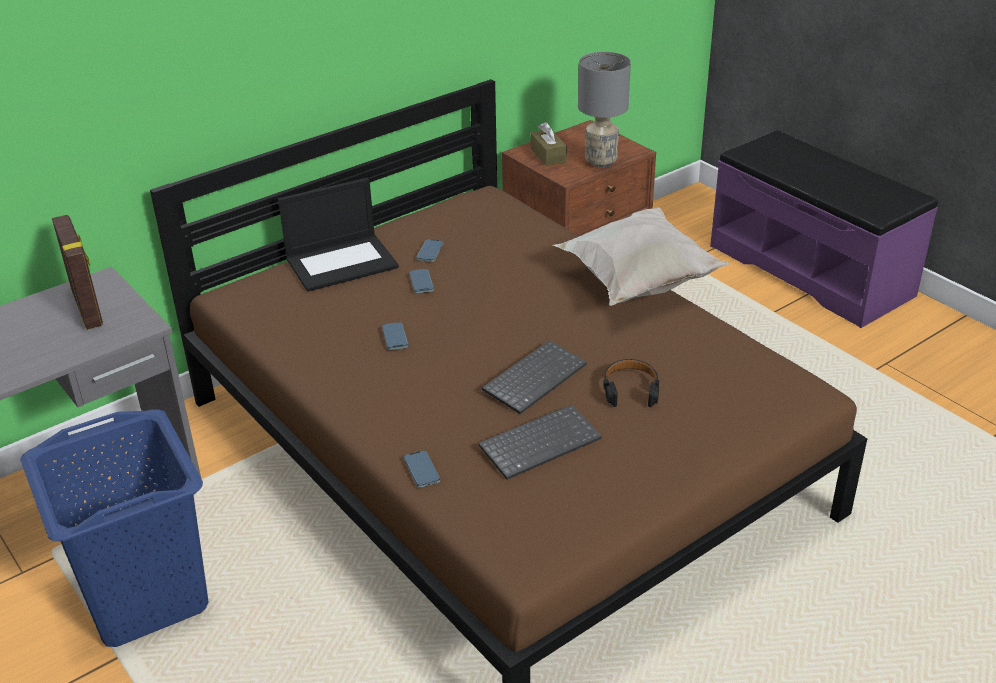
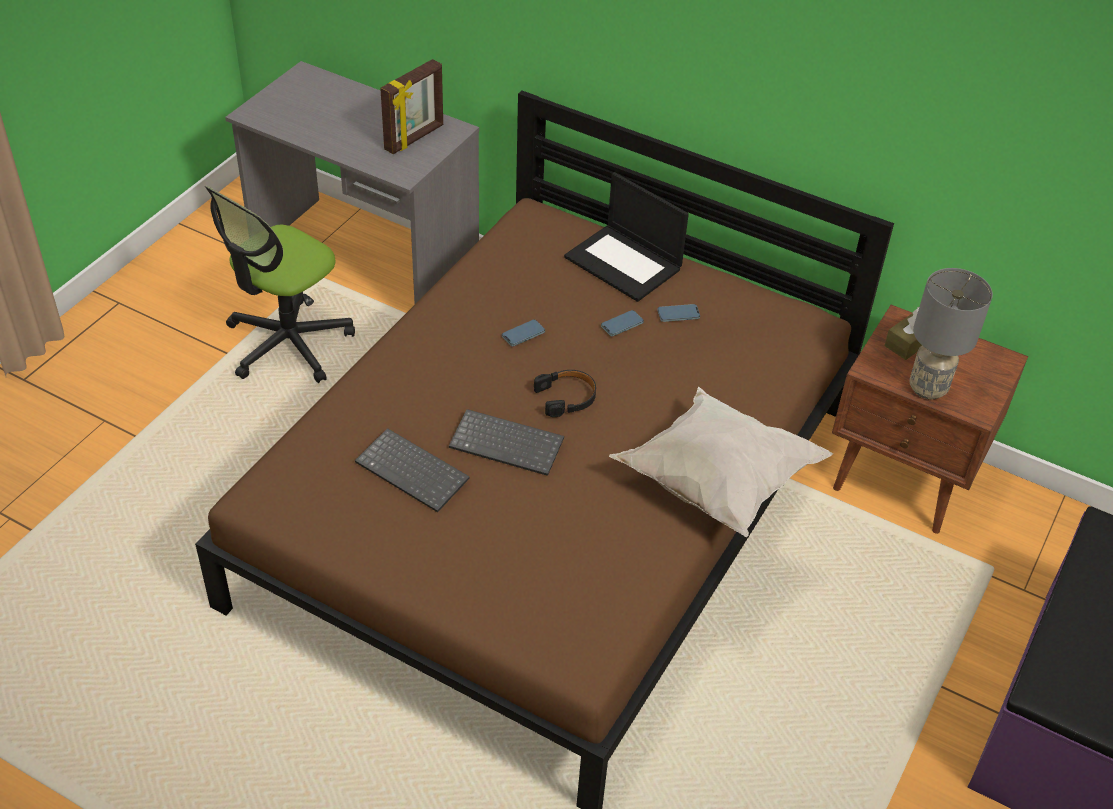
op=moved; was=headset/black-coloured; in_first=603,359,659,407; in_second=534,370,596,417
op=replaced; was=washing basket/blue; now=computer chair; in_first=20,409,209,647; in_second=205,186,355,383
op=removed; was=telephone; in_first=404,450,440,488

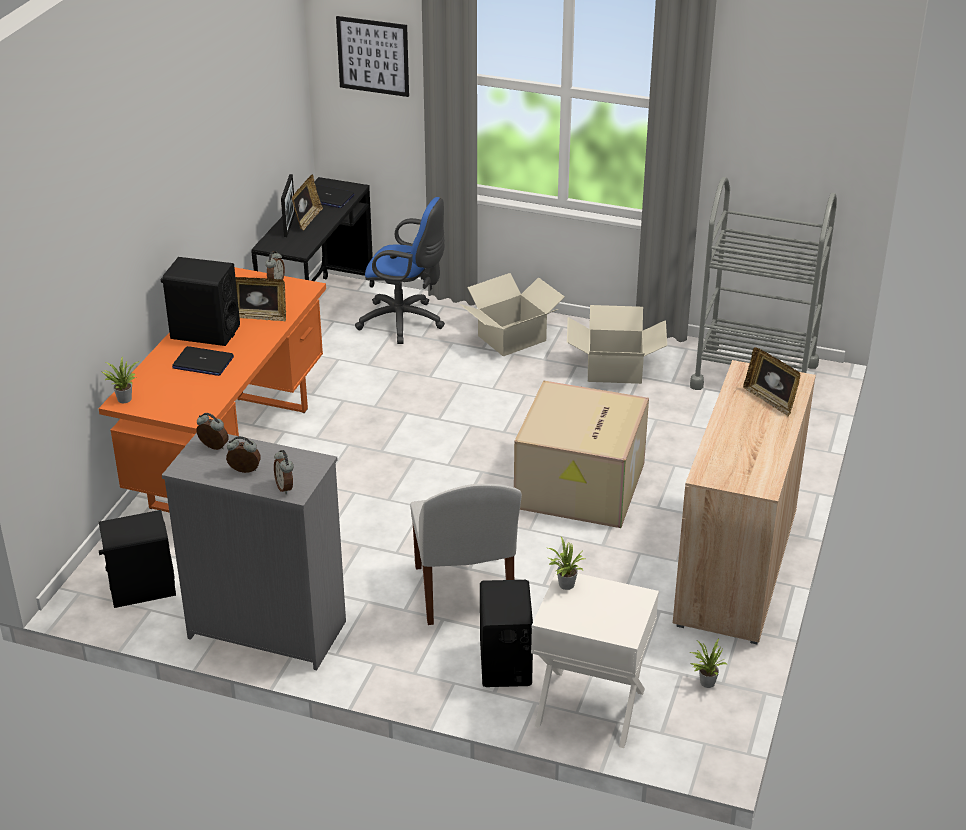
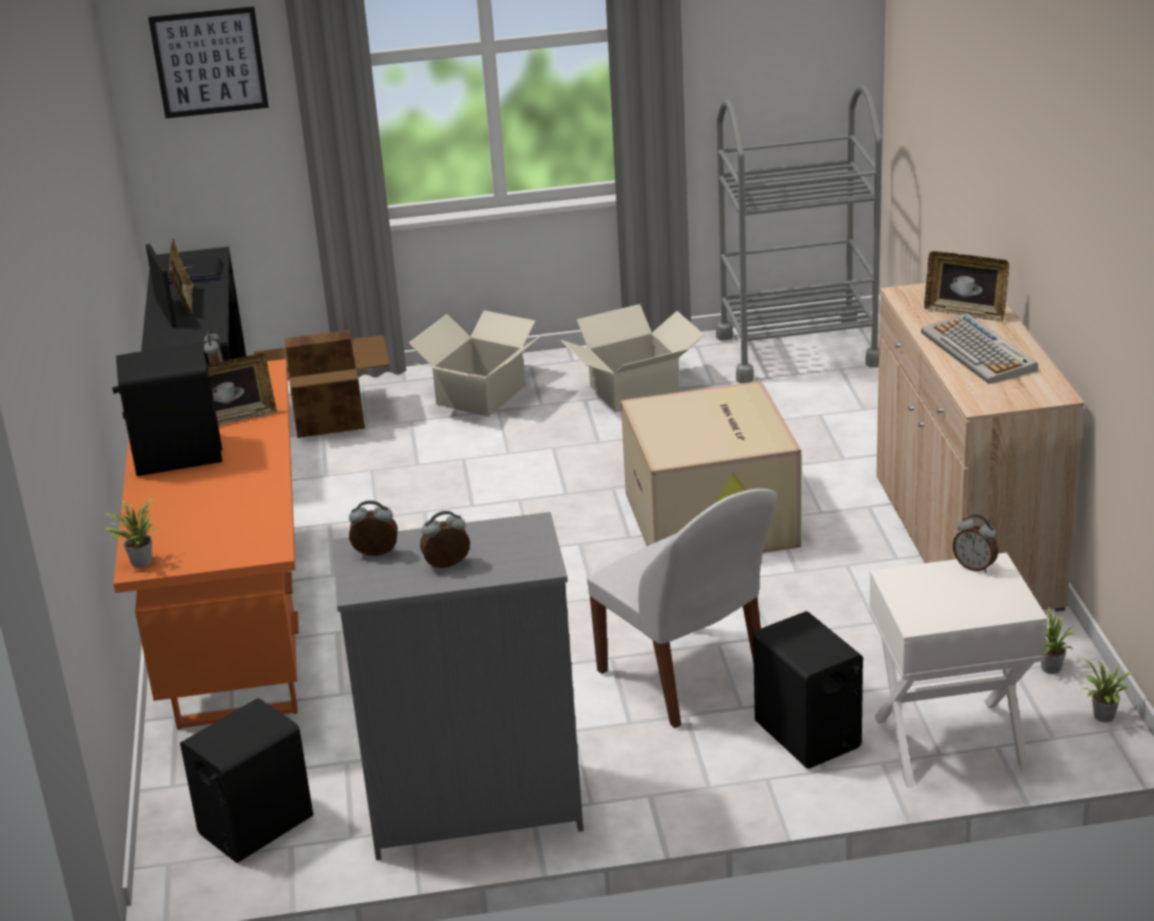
op=replaced; was=computer chair/blue; now=packing box; in_first=355,197,445,344; in_second=254,330,390,438
op=removed; was=notebook computer; in_first=172,346,234,376
op=moved; was=alarm clock; in_first=274,450,293,494; in_second=953,514,998,573
op=moved; was=houseplant; in_first=548,537,585,590; in_second=1081,658,1134,722
op=added; now=PC keyboard; in_second=921,313,1038,384

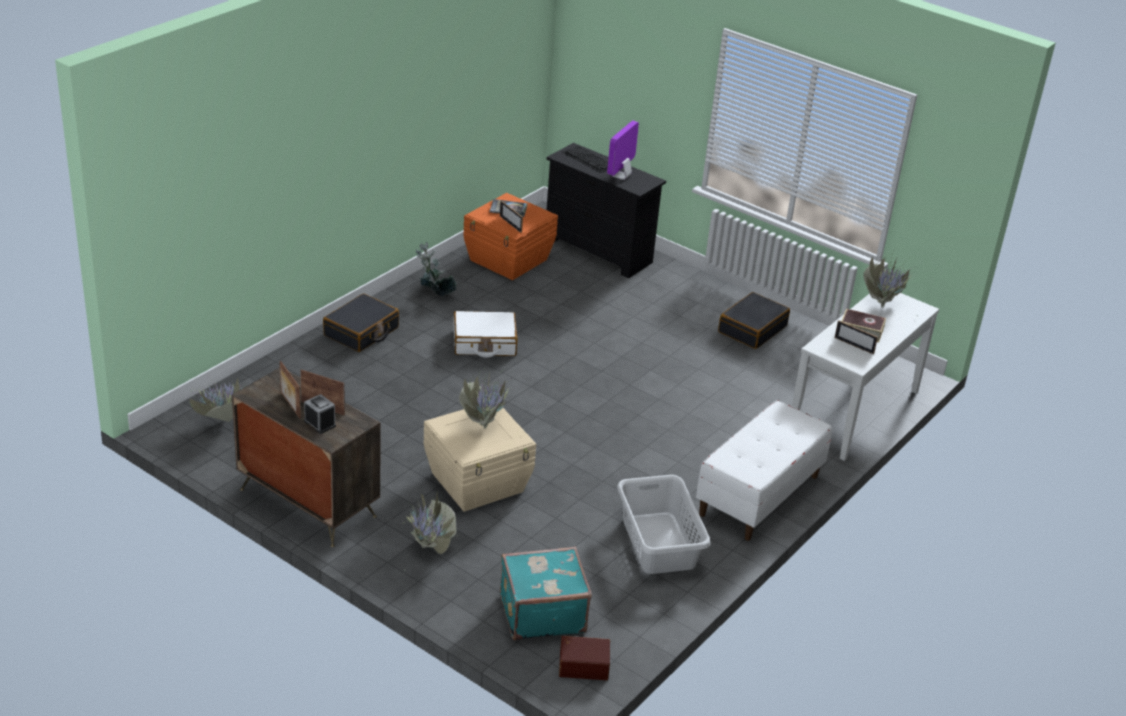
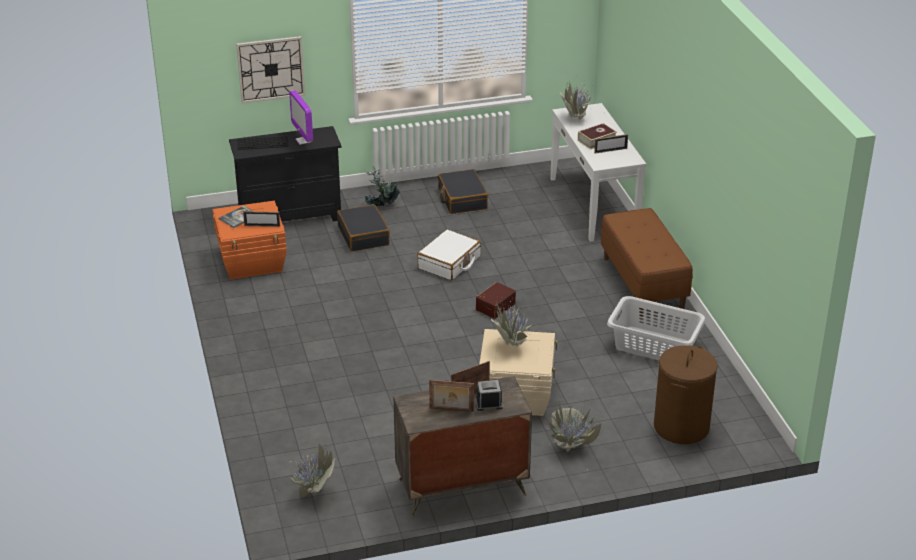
op=moved; was=houseplant; in_first=415,242,456,296; in_second=363,166,400,206
op=moved; was=travel case/black-coloured; in_first=323,293,399,352; in_second=337,204,390,251
op=moved; was=travel case/white-coloured; in_first=454,311,518,357; in_second=417,229,481,280
op=recoloured; was=bench/white-coloured; now=bench/brown; in_first=696,400,832,541; in_second=601,208,693,316
op=replaced; was=travel case/turquoise; now=washing basket/brown; in_first=500,546,592,640; in_second=654,345,718,444
op=moved; was=storage bin/brown; in_first=559,636,610,680; in_second=476,282,516,319
op=added; now=clock on the wall; in_second=236,36,305,103

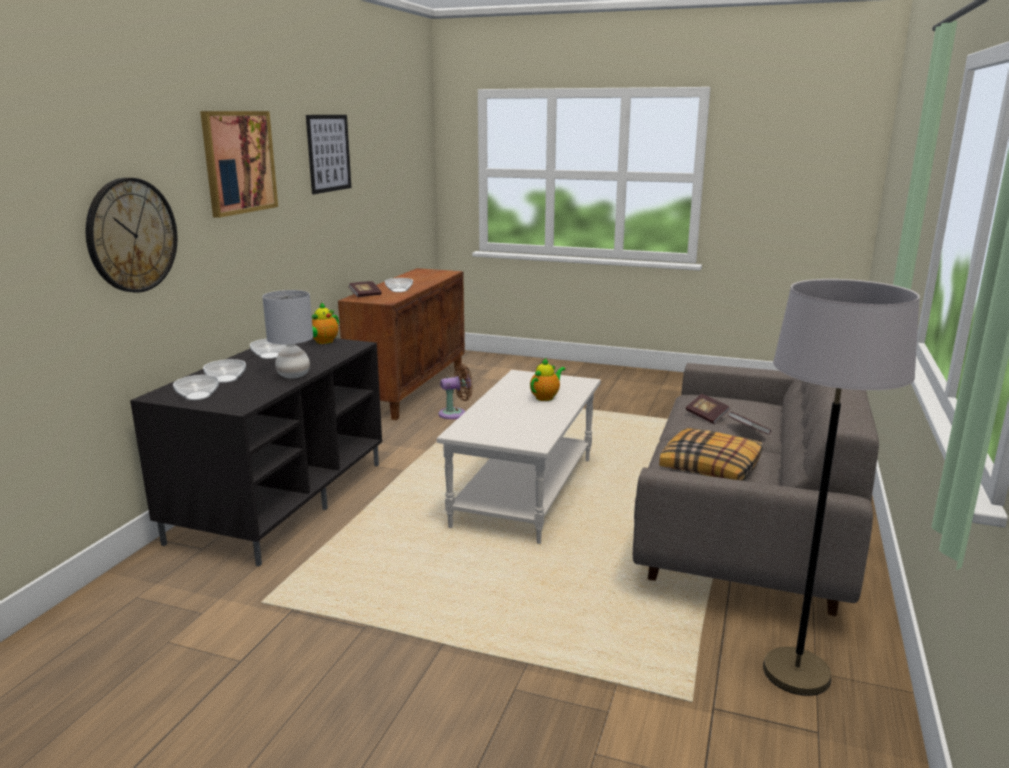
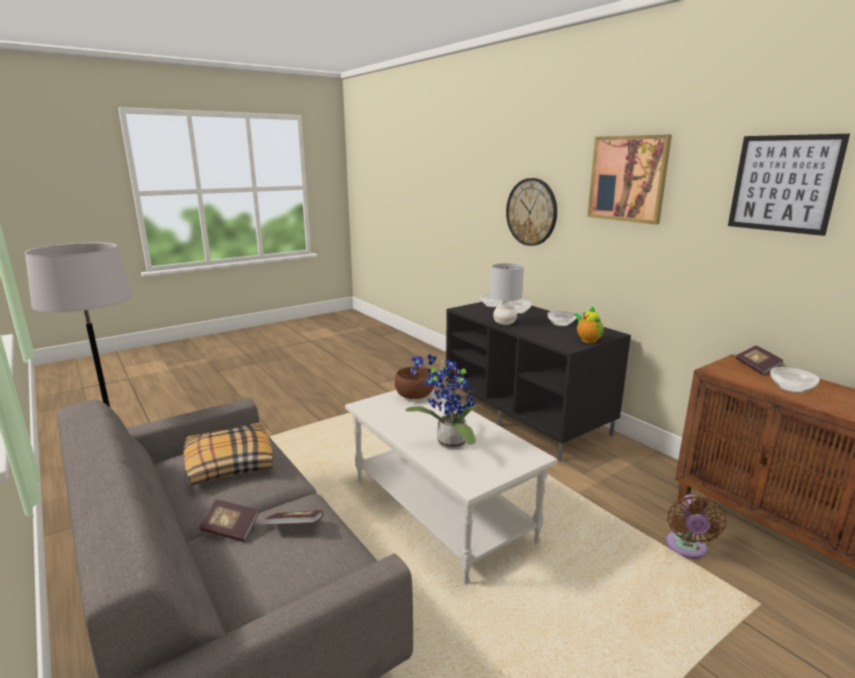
op=replaced; was=teapot; now=houseplant; in_first=530,358,565,401; in_second=405,354,476,449
op=added; now=serving bowl/brown; in_second=395,366,434,399

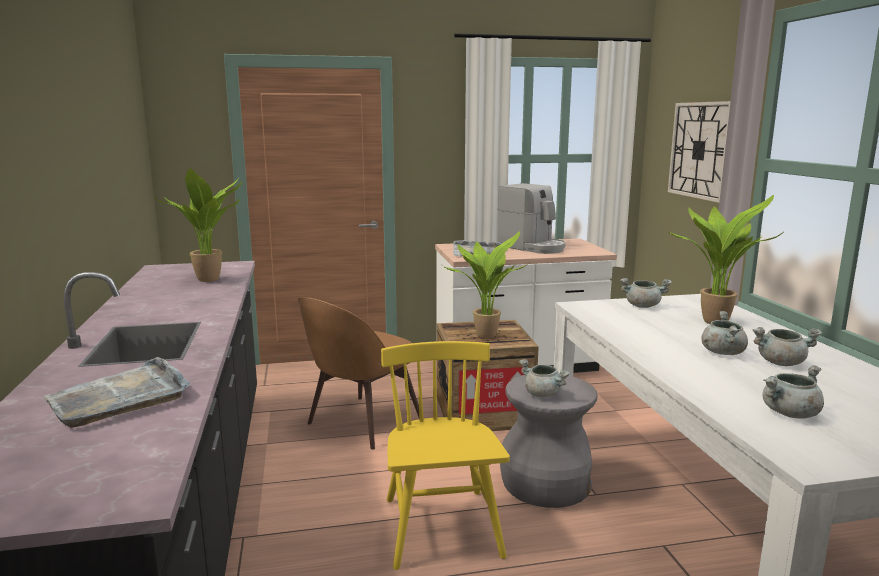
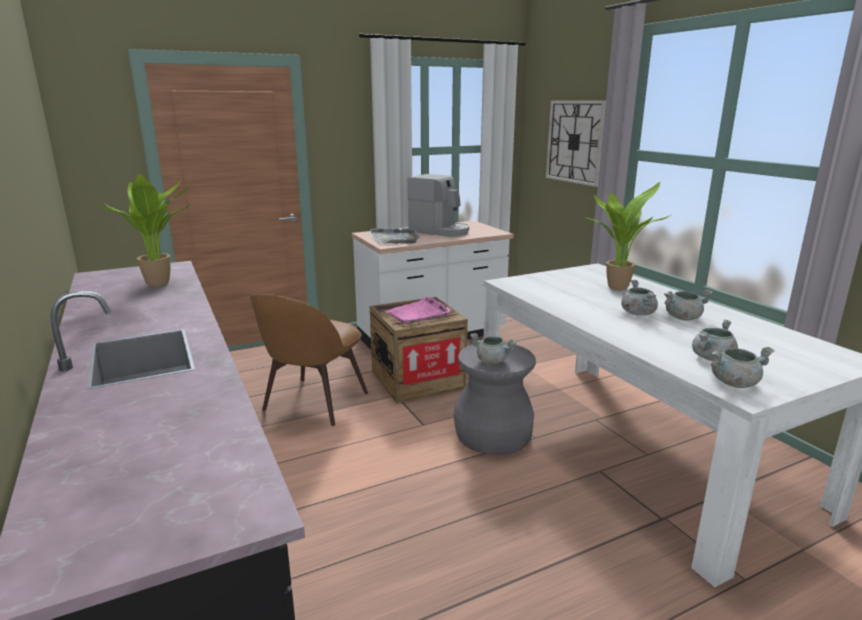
op=replaced; was=houseplant; now=carrying tray/pinkish; in_first=443,231,530,339; in_second=385,297,451,324
op=moved; was=cooking pot/gray; in_first=620,278,672,308; in_second=710,347,775,388
op=removed; was=plain chair/yellow-coloured; in_first=381,341,510,570
op=removed; was=carrying tray/gray; in_first=43,357,190,428

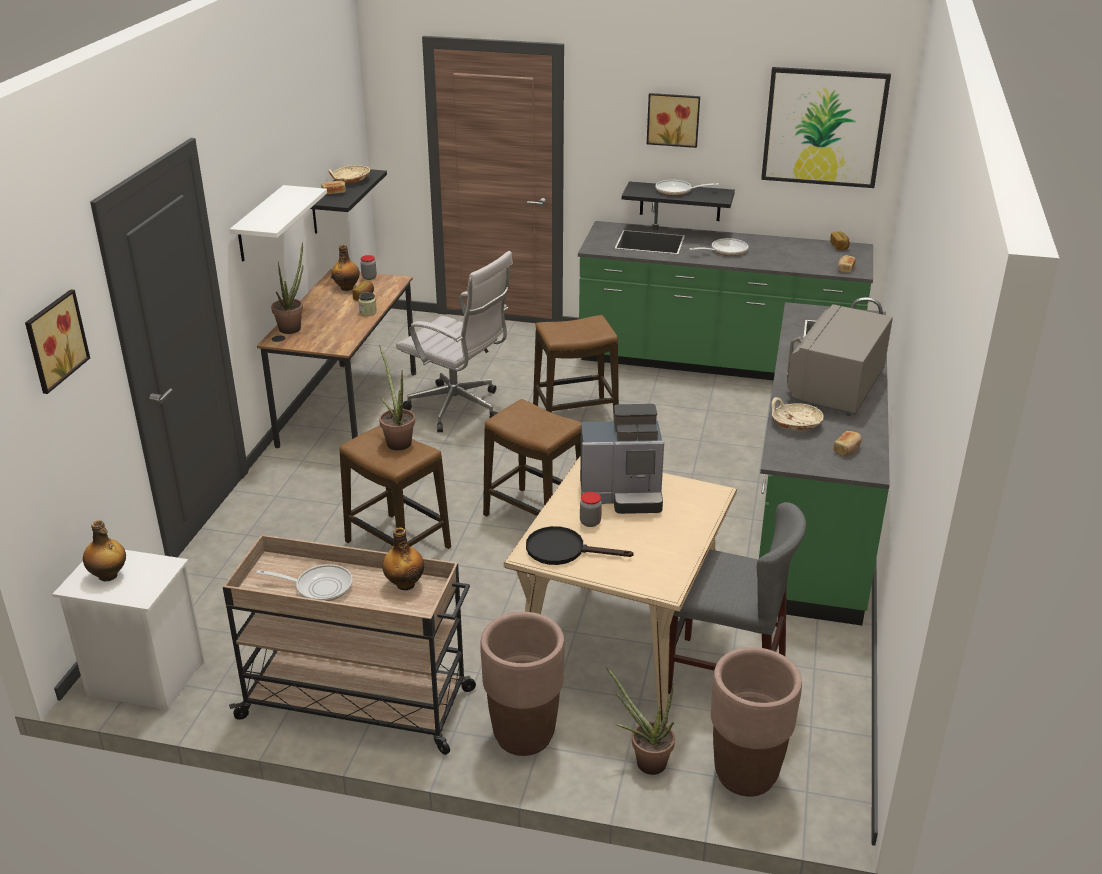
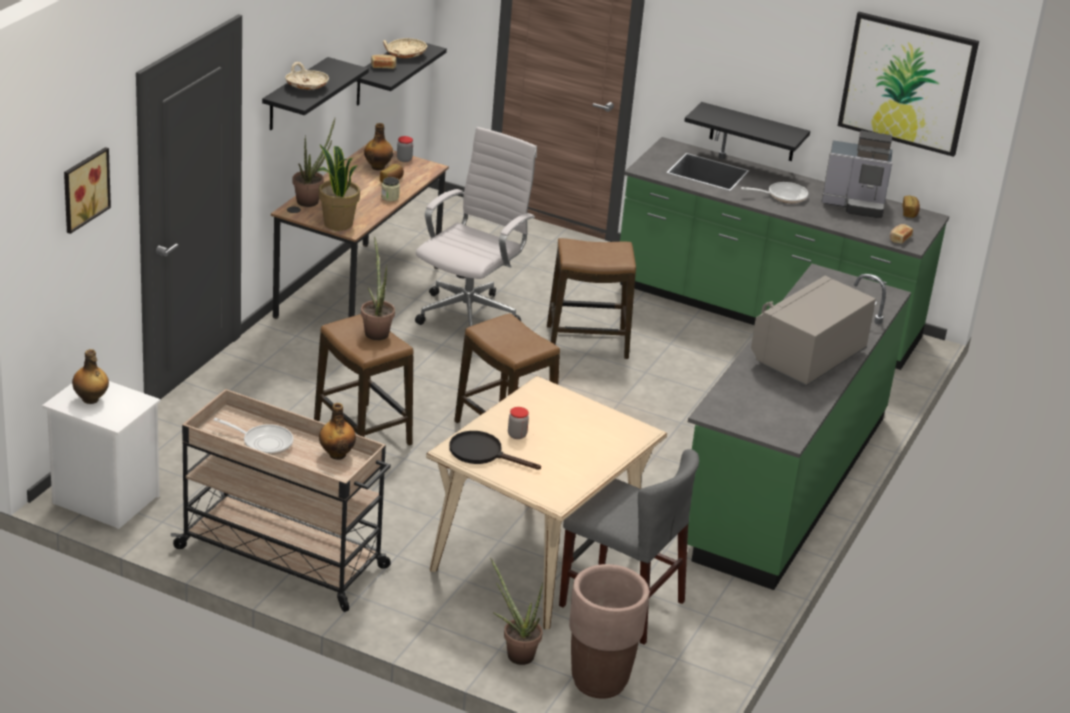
op=removed; was=picture; in_first=647,93,700,148
op=removed; was=skillet; in_first=656,180,719,196
op=recoloured; was=shelf/white-coloured; now=shelf/black-coloured; in_first=230,185,327,261; in_second=262,57,369,130
op=turned; was=computer chair/white-coloured; in_first=396,251,513,433; in_second=415,127,537,326; clockwise=-105
op=moved; was=serving bowl/beige; in_first=771,397,824,430; in_second=285,62,329,90
op=moved; was=coffee brewer; in_first=580,404,664,514; in_second=821,131,893,218
op=removed; was=bakery bread; in_first=833,431,862,457
op=removed; was=flower pot/brown; in_first=480,612,565,756
op=added; now=houseplant; in_second=317,145,360,231

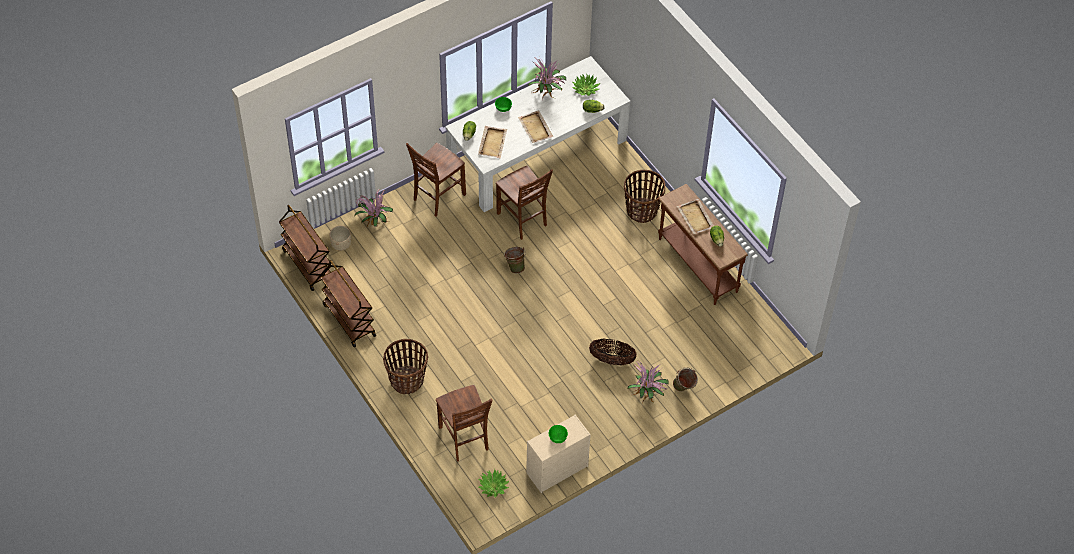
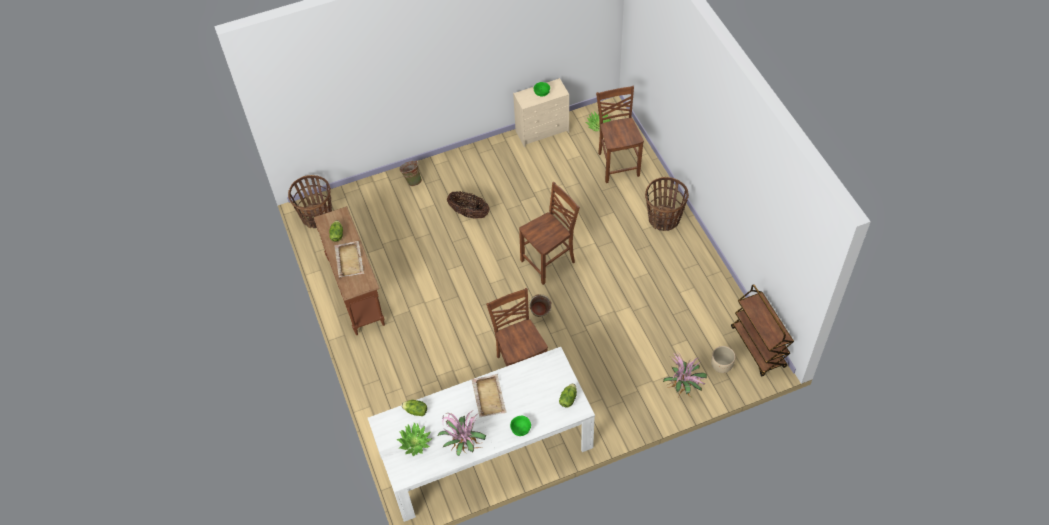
op=removed; was=carrying tray/beige; in_first=478,126,507,158
op=moved; was=plain chair/brown; in_first=406,143,466,217; in_second=519,182,580,285
op=moved; was=household basket; in_first=624,170,665,223; in_second=288,175,332,228
op=removed; was=trolley/brown; in_first=320,260,376,347
op=removed; was=houseplant; in_first=628,359,668,404

